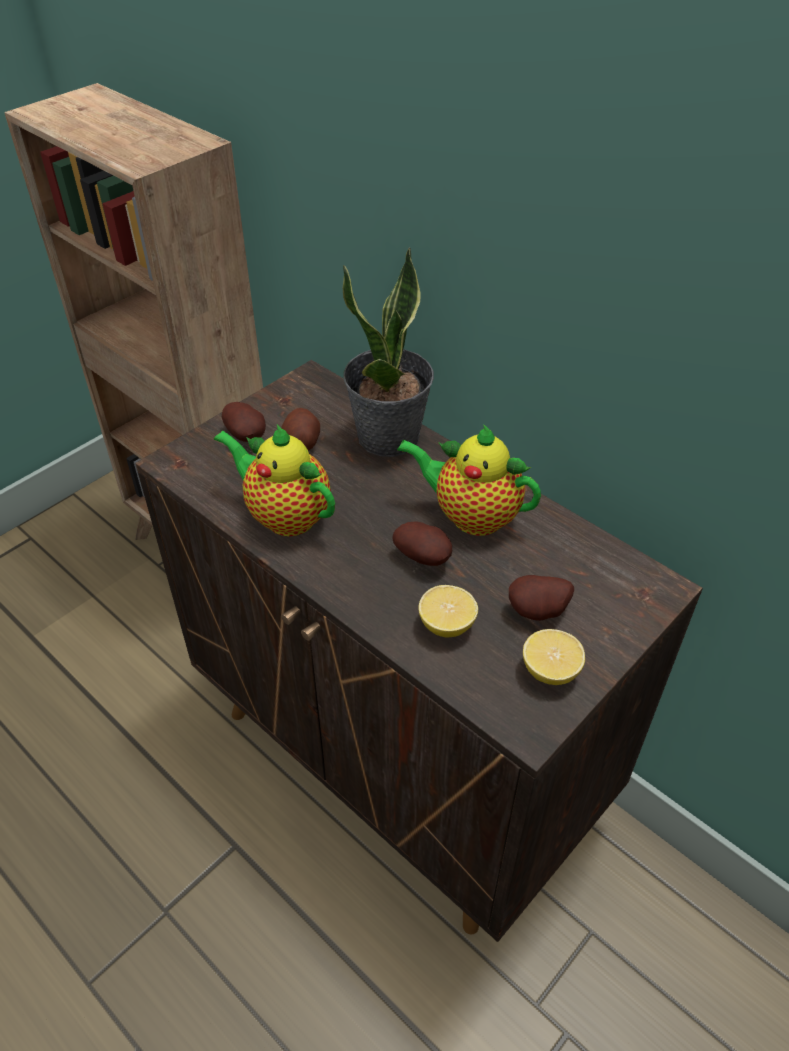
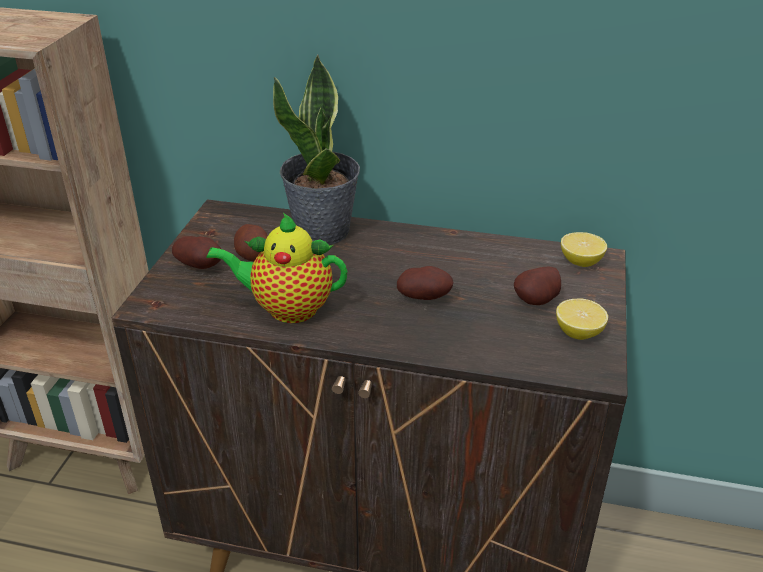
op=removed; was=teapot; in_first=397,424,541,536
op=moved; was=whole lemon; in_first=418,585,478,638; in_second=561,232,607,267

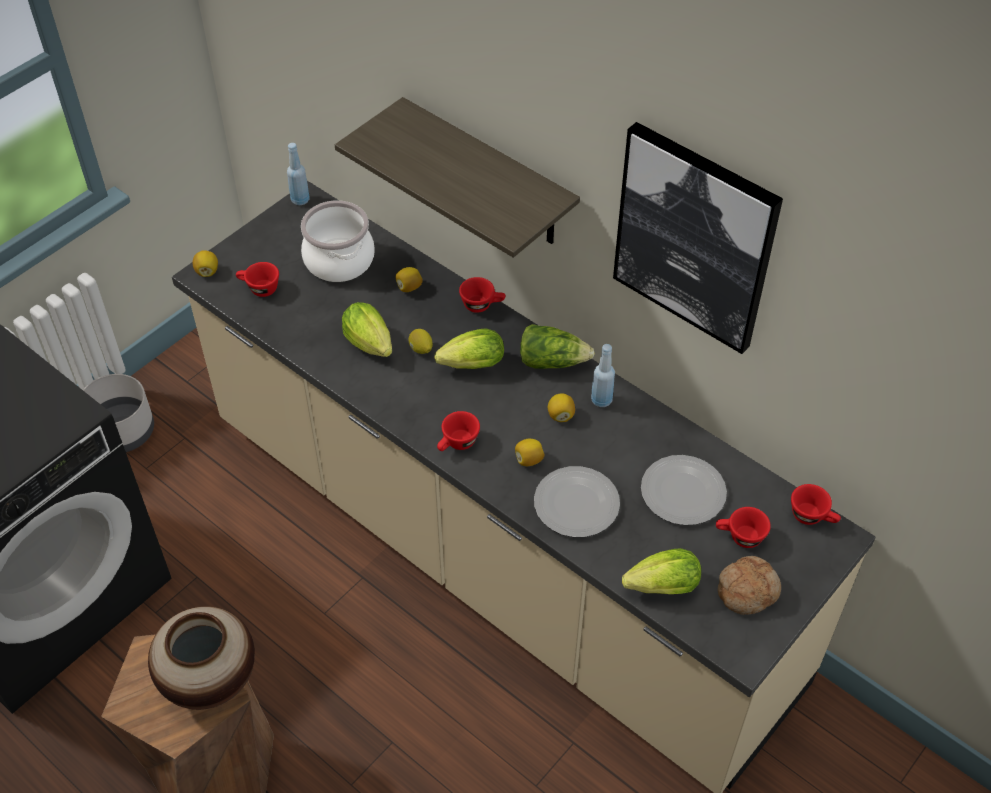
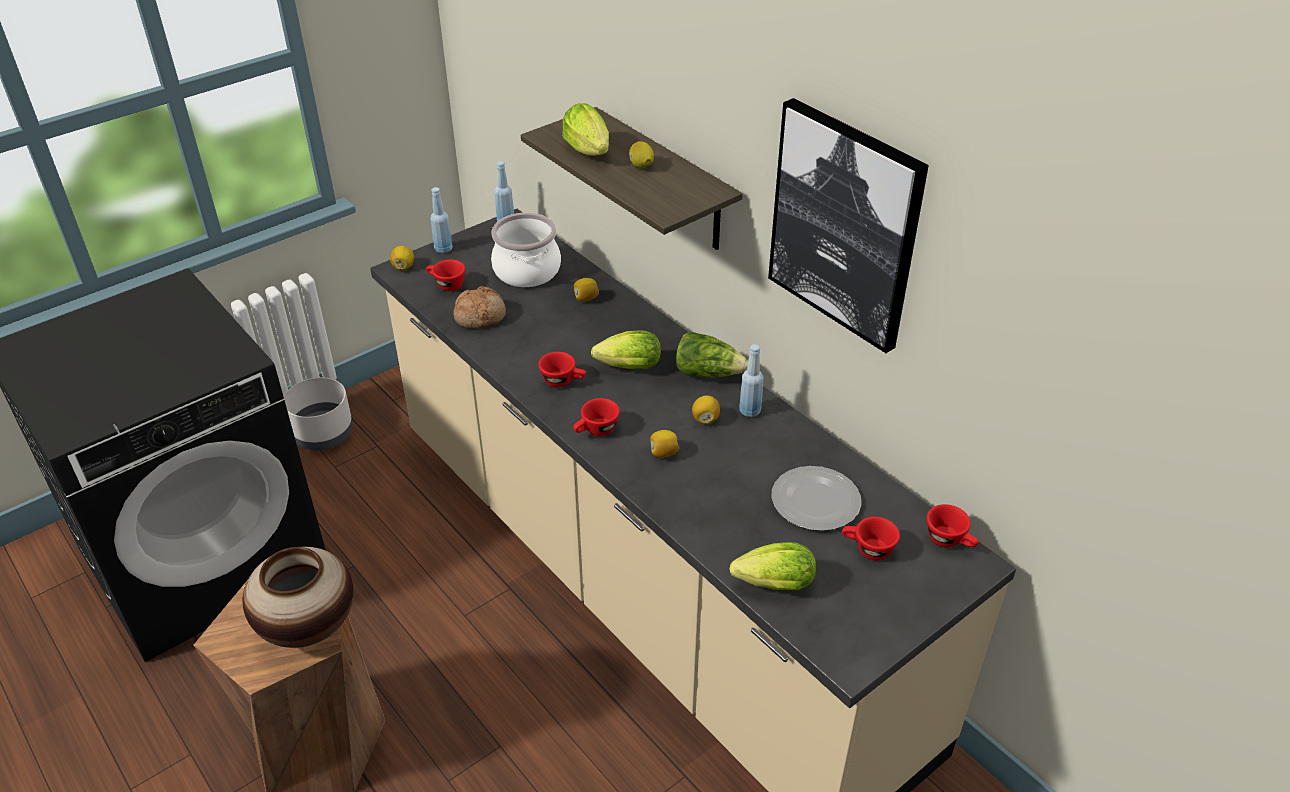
op=moved; was=small cup/red; in_first=459,277,506,313; in_second=538,352,586,388
op=moved; was=lettuce; in_first=342,302,392,357; in_second=562,103,609,156
op=moved; was=whole lemon; in_first=408,329,433,354; in_second=629,141,654,168
op=removed; was=plate; in_first=534,466,620,537
op=moved; was=bakery bread; in_first=718,556,781,615; in_second=453,286,506,329
op=added; now=drink bottle/blue; in_second=430,187,453,253

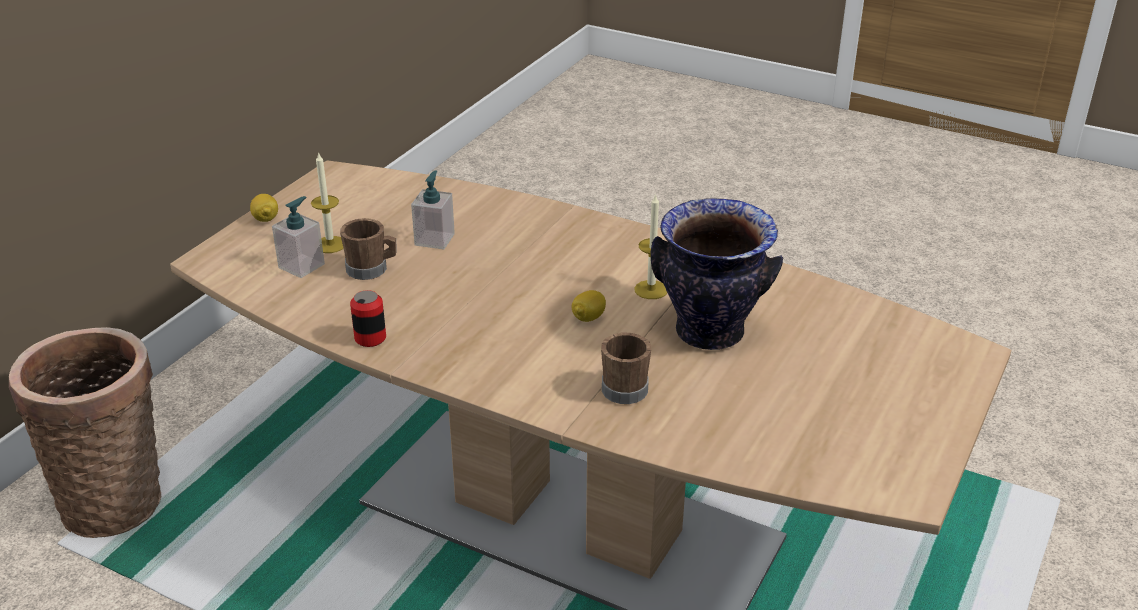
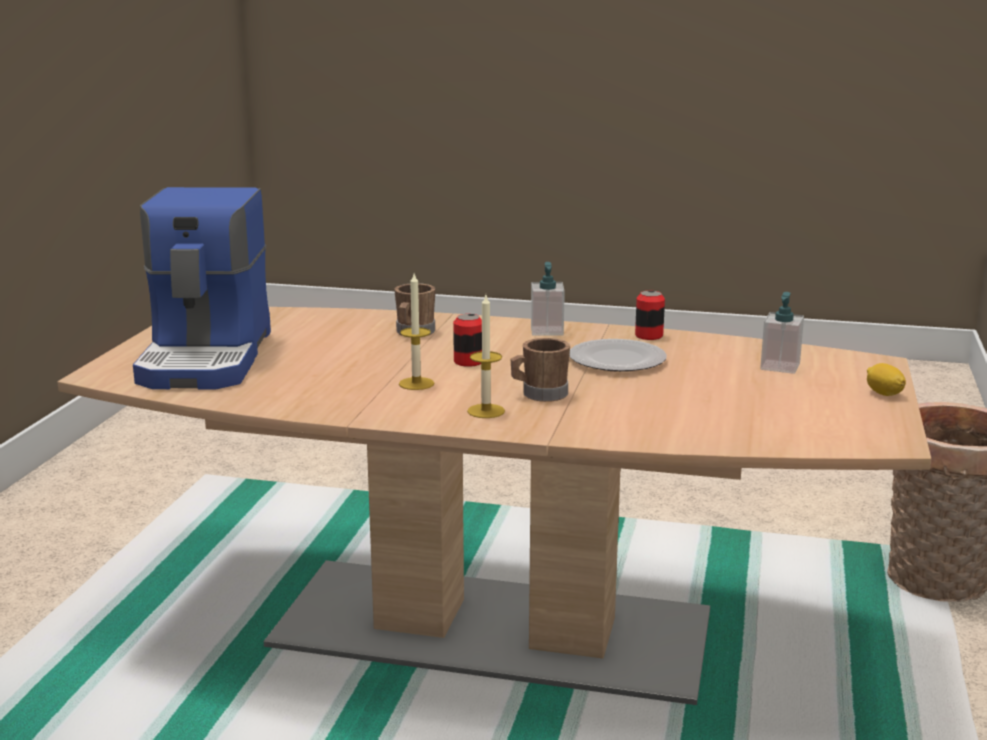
op=moved; was=wax light; in_first=311,152,344,253; in_second=467,295,505,418
op=moved; was=soap dispenser; in_first=411,171,455,249; in_second=531,262,565,336
op=removed; was=vase; in_first=651,199,783,350
op=moved; was=coffee mug/brown; in_first=340,218,397,280; in_second=511,338,570,402
op=replaced; was=whole lemon; now=can; in_first=572,290,606,322; in_second=453,314,482,367
op=added; now=coffee brewer; in_second=133,187,271,389
op=added; now=plate; in_second=569,339,667,372

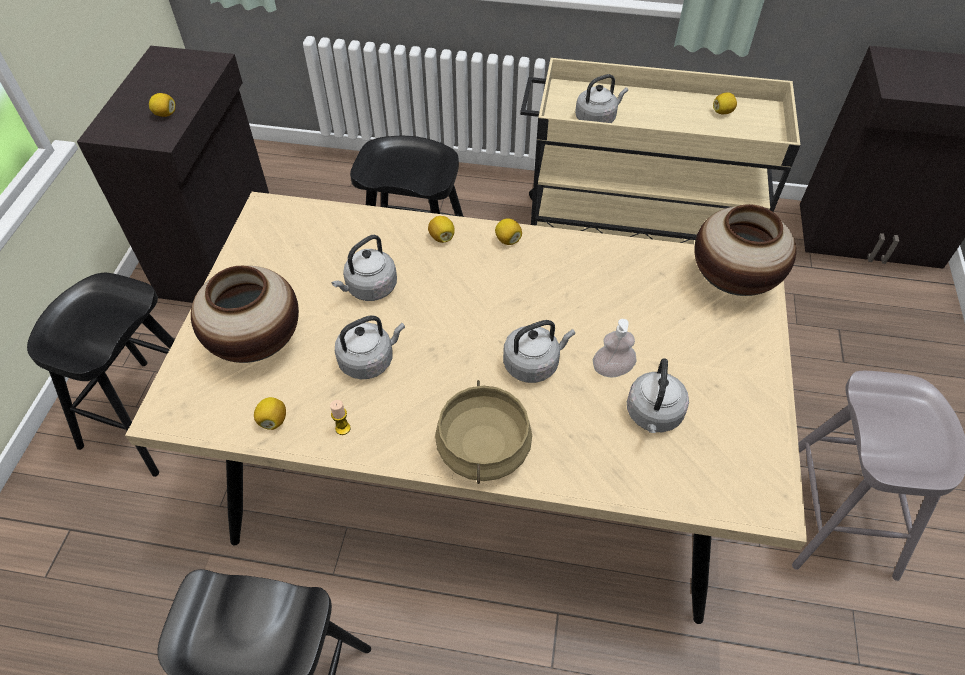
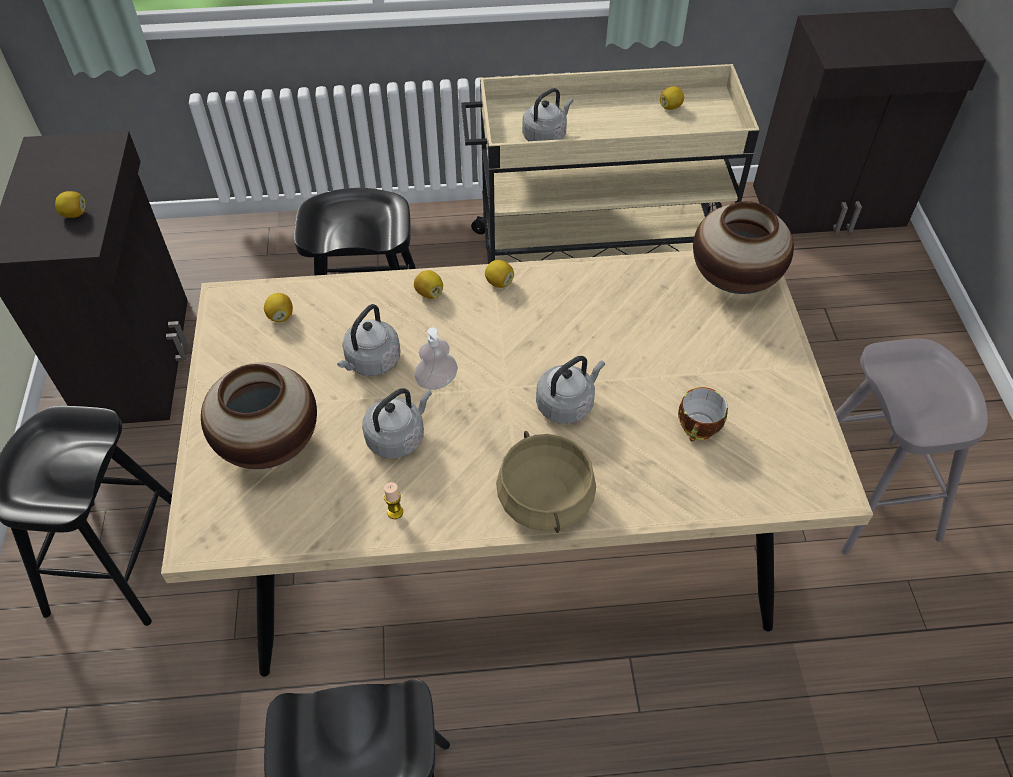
op=moved; was=soap dispenser; in_first=593,319,637,377; in_second=414,328,458,390
op=replaced; was=kettle/gray; now=small cup; in_first=627,358,689,433; in_second=678,387,728,442
op=moved; was=whole lemon; in_first=254,397,286,430; in_second=264,293,293,322

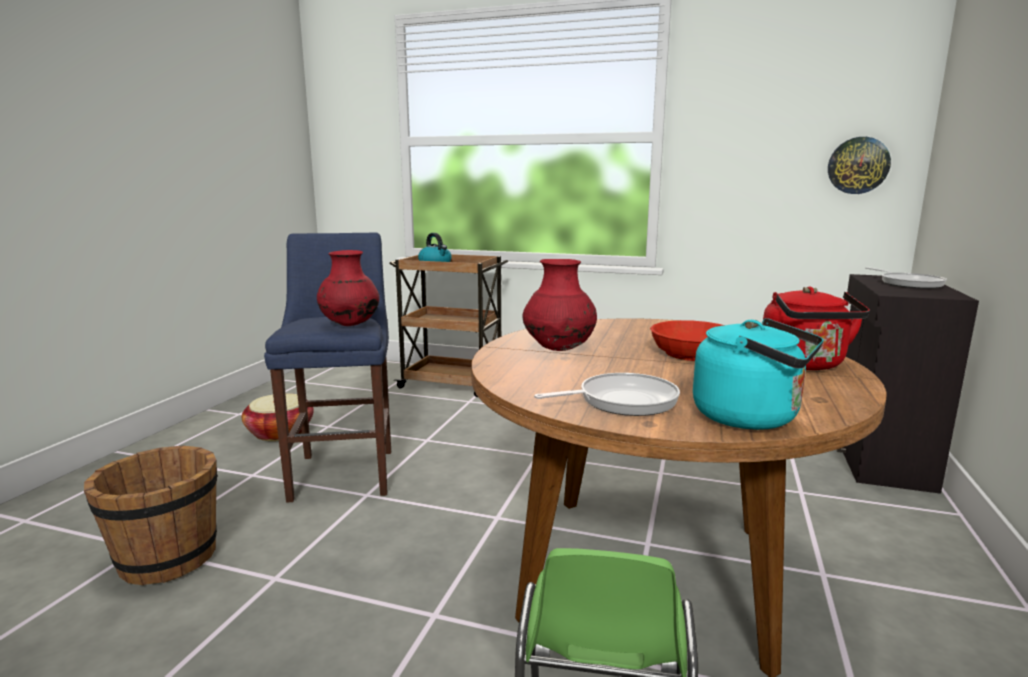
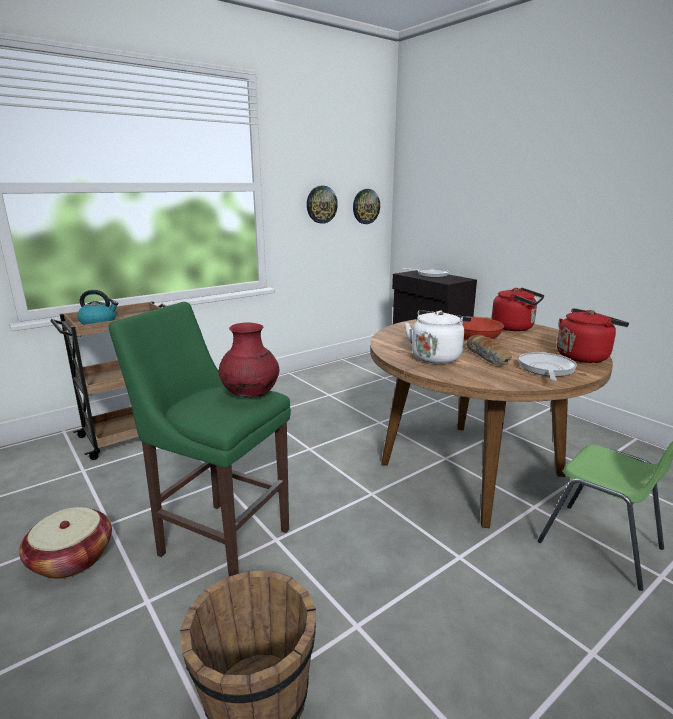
op=recoloured; was=stool seat/blue; now=stool seat/greenish; in_first=264,232,391,503; in_second=109,302,291,576
op=replaced; was=vase/red; now=kettle/white-coloured; in_first=523,259,597,351; in_second=405,310,471,364
op=recoloured; was=kettle/turquoise; now=kettle/red; in_first=693,318,823,430; in_second=557,308,629,363
op=added; now=clock on the wall; in_second=307,186,338,224
op=added; now=bakery bread; in_second=466,335,512,366

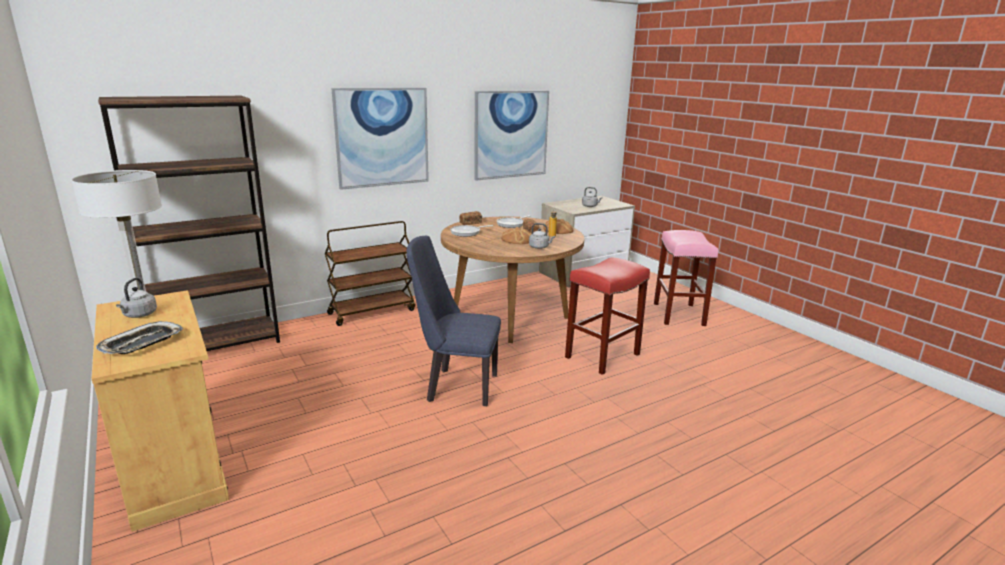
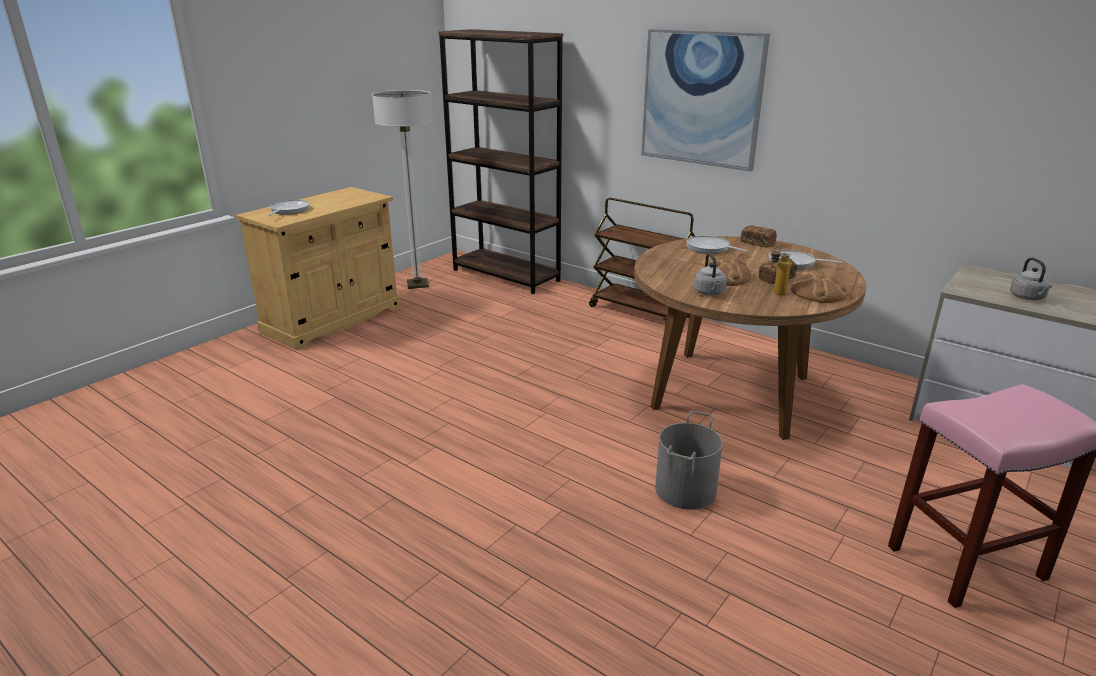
op=removed; was=picture; in_first=474,91,549,181
op=removed; was=plain chair/blue; in_first=407,236,501,406
op=replaced; was=stool seat/red; now=bucket/gray; in_first=565,257,650,375; in_second=655,411,723,510
op=removed; was=kettle/gray; in_first=116,278,157,318
op=replaced; was=carrying tray; now=skillet; in_first=96,321,183,354; in_second=268,200,310,216

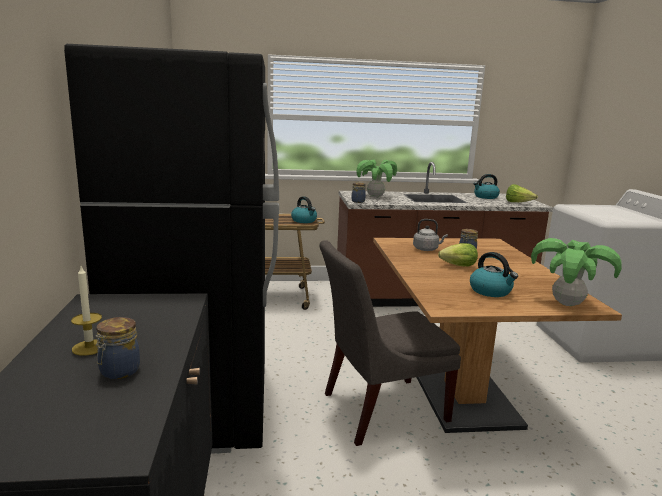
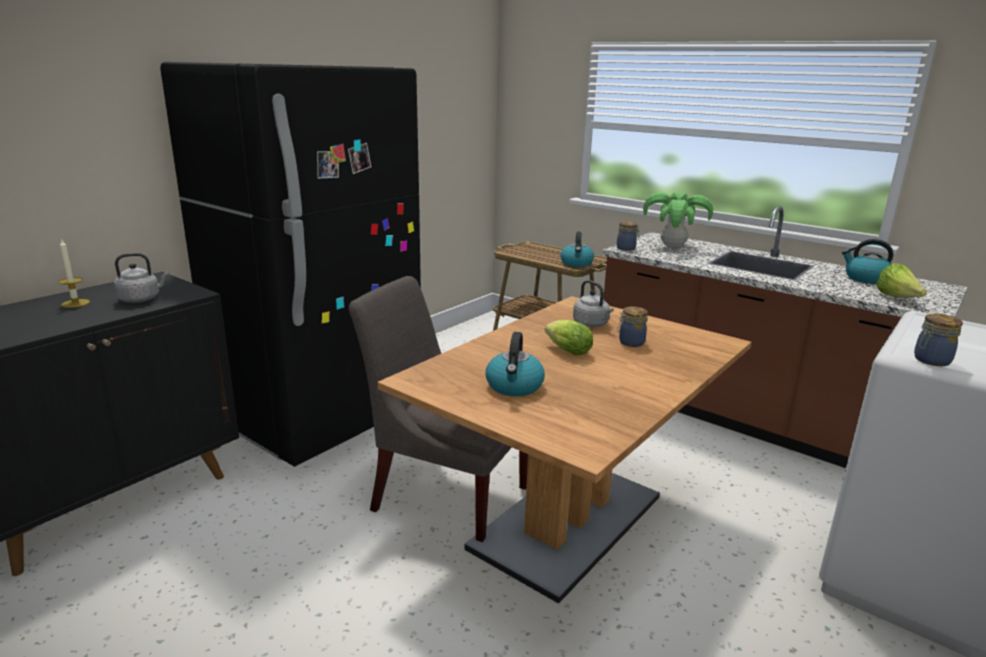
op=removed; was=houseplant; in_first=531,238,622,306
op=moved; was=storage jar; in_first=95,317,140,379; in_second=914,314,963,366
op=added; now=kettle/gray; in_second=113,253,169,303

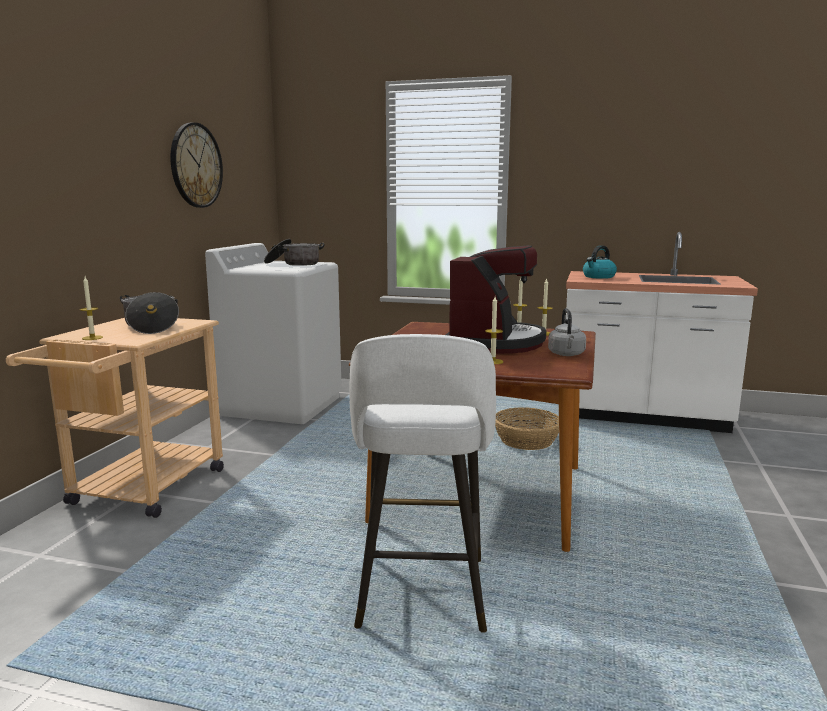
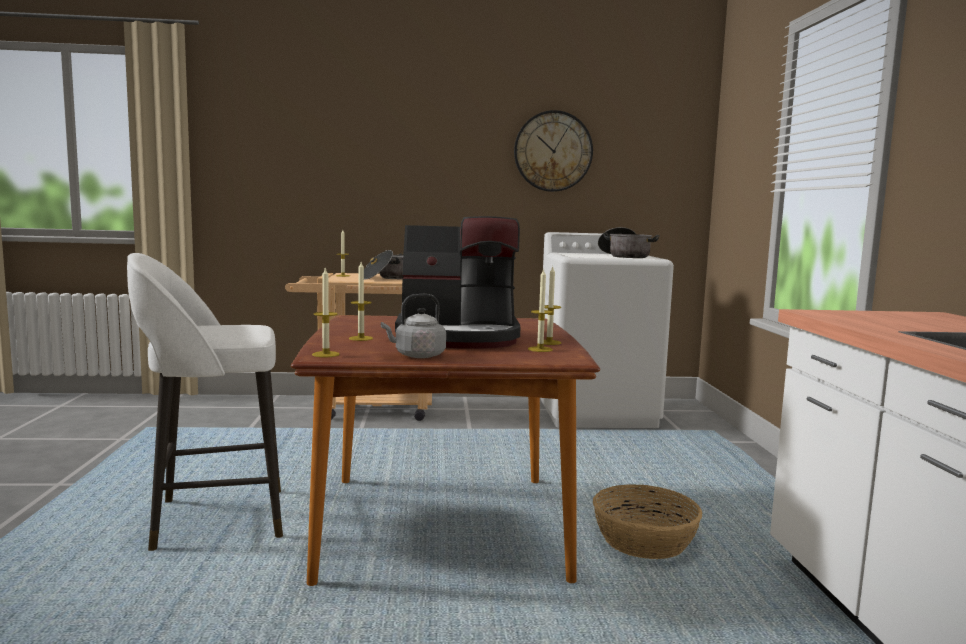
op=removed; was=kettle; in_first=583,245,617,279
op=added; now=wax light; in_second=312,268,340,357

